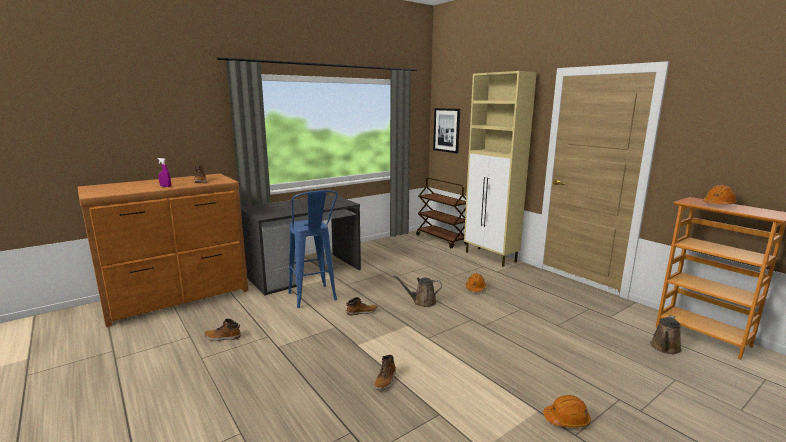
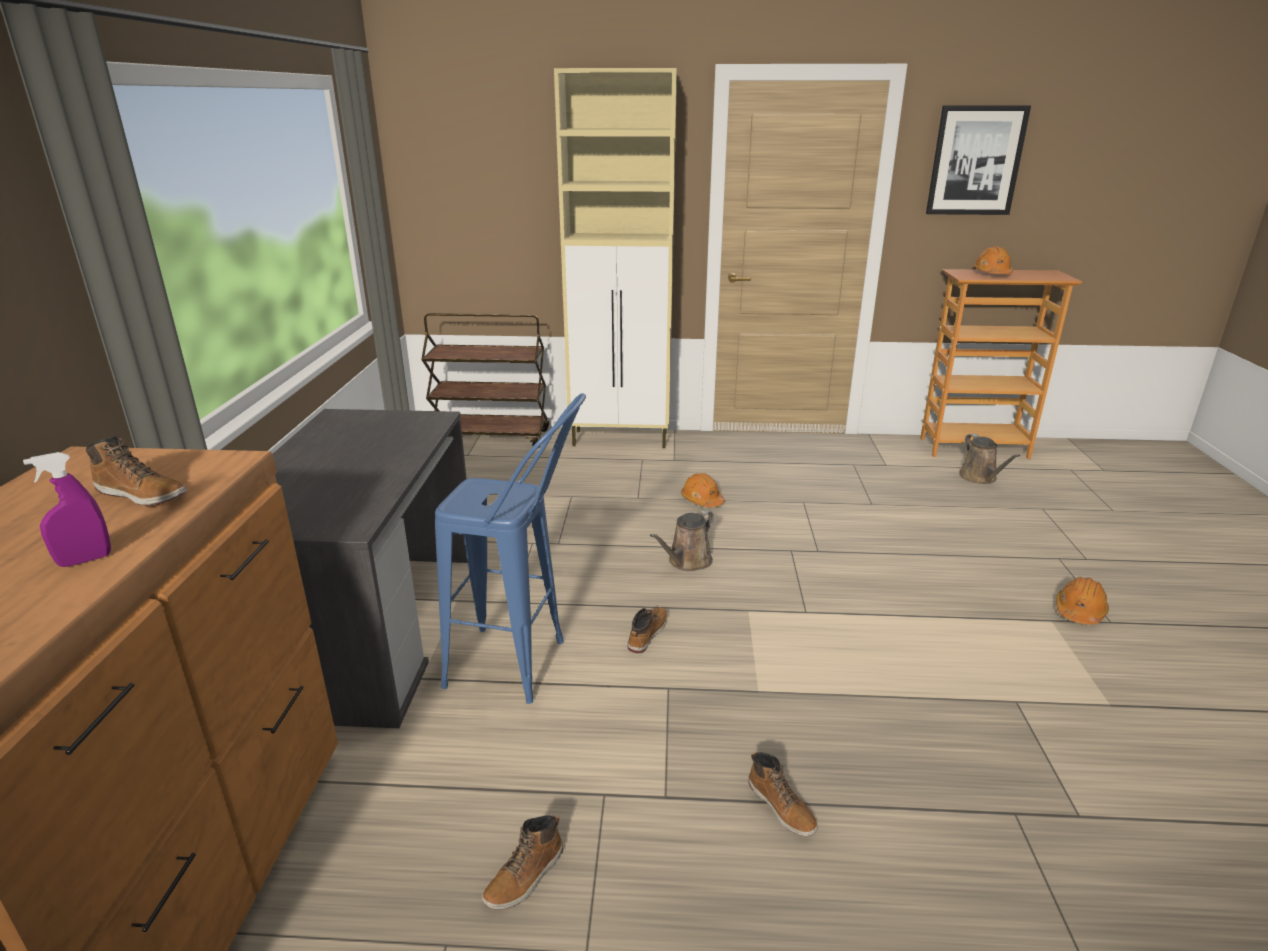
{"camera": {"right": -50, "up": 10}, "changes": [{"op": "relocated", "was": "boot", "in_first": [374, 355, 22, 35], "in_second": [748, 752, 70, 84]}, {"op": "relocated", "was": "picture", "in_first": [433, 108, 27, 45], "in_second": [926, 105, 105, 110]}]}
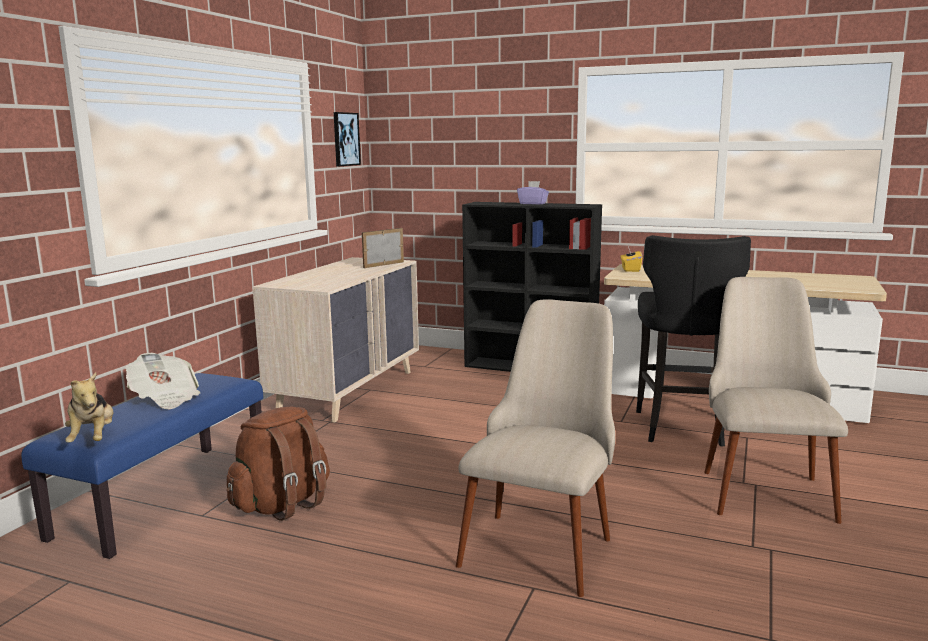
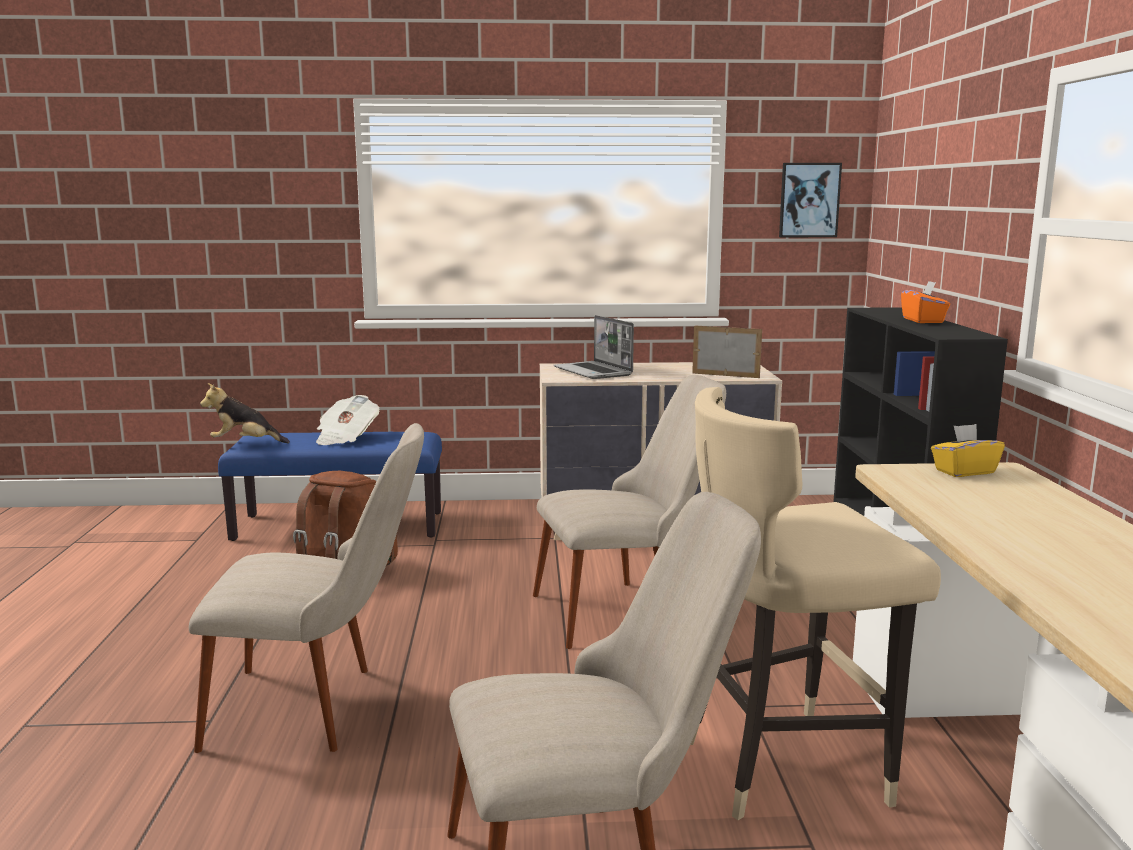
{"camera": {"right": 65, "up": 0}, "changes": [{"op": "spun", "was": "plush toy", "in_first": [65, 372, 48, 71], "in_second": [200, 383, 90, 60], "clockwise": 45}, {"op": "colour", "was": "purple tissue box", "now": "orange tissue box", "in_first": [517, 181, 32, 24], "in_second": [901, 281, 49, 42]}, {"op": "colour", "was": "black stool", "now": "beige stool", "in_first": [636, 235, 115, 212], "in_second": [690, 387, 251, 433]}, {"op": "appeared", "now": "beige chair", "in_second": [533, 375, 193, 274]}, {"op": "appeared", "now": "laptop", "in_second": [554, 315, 80, 64]}]}
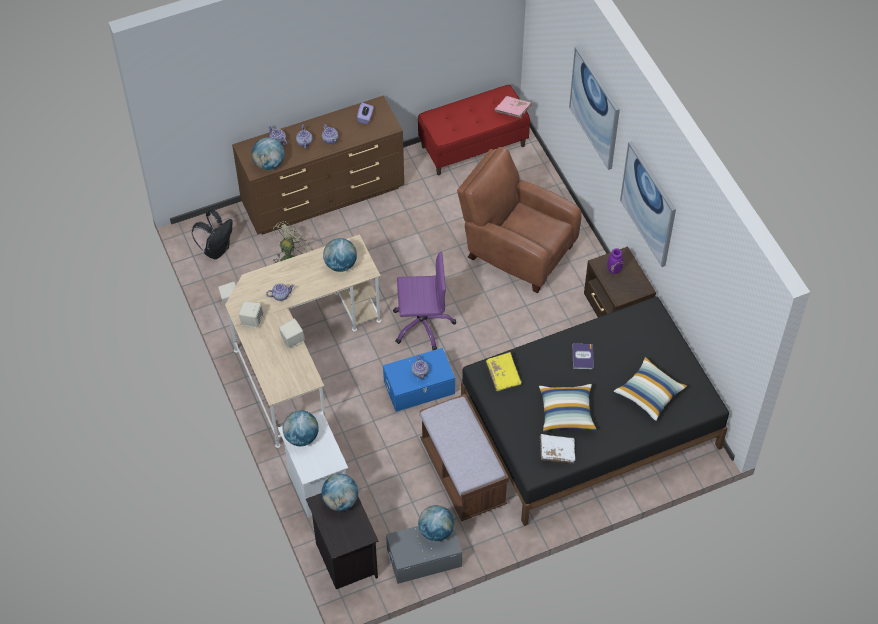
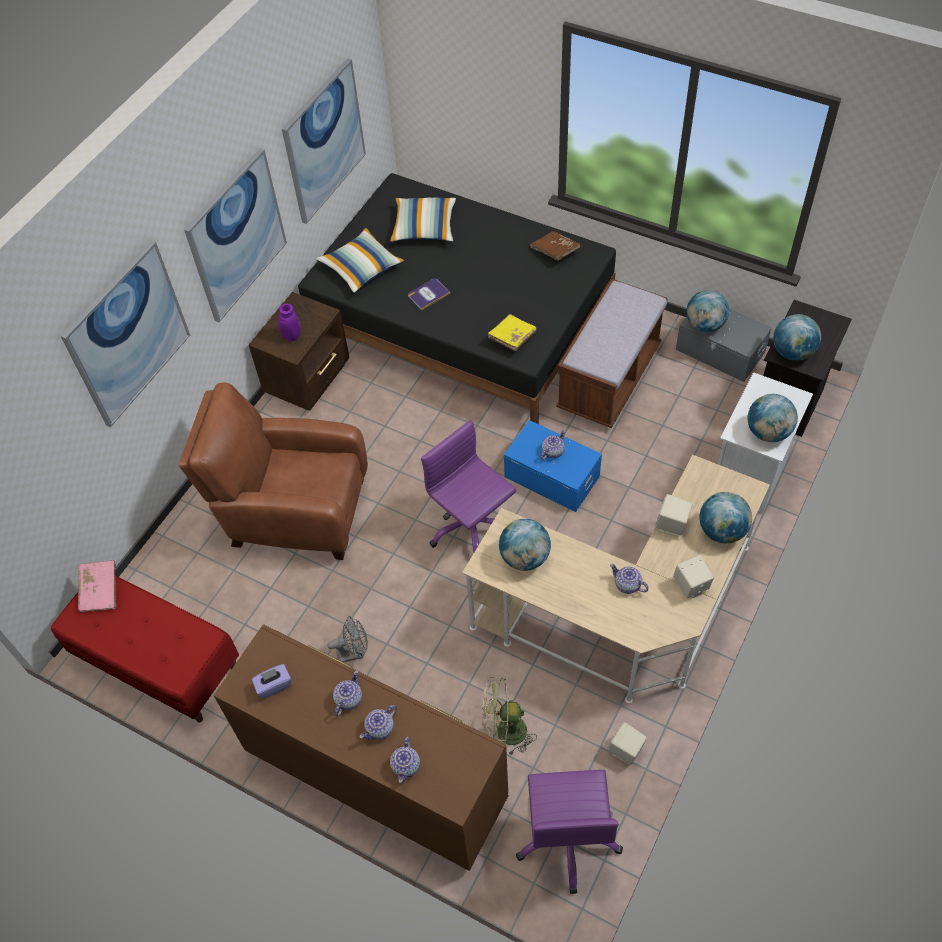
{"camera": {"right": -125, "up": 0}, "changes": [{"op": "exchanged", "was": "black backpack", "now": "purple office chair", "in_first": [192, 209, 41, 50], "in_second": [516, 770, 107, 124]}, {"op": "relocated", "was": "globe", "in_first": [252, 137, 33, 33], "in_second": [699, 492, 53, 52]}, {"op": "spun", "was": "brown armchair", "in_first": [457, 147, 125, 146], "in_second": [179, 382, 189, 178], "clockwise": 105}, {"op": "relocated", "was": "pillow", "in_first": [539, 384, 58, 48], "in_second": [316, 228, 89, 65]}, {"op": "colour", "was": "white book", "now": "brown book", "in_first": [540, 434, 35, 30], "in_second": [530, 231, 50, 30]}, {"op": "appeared", "now": "picture", "in_second": [282, 58, 84, 166]}, {"op": "appeared", "now": "grey fan", "in_second": [327, 616, 41, 46]}]}
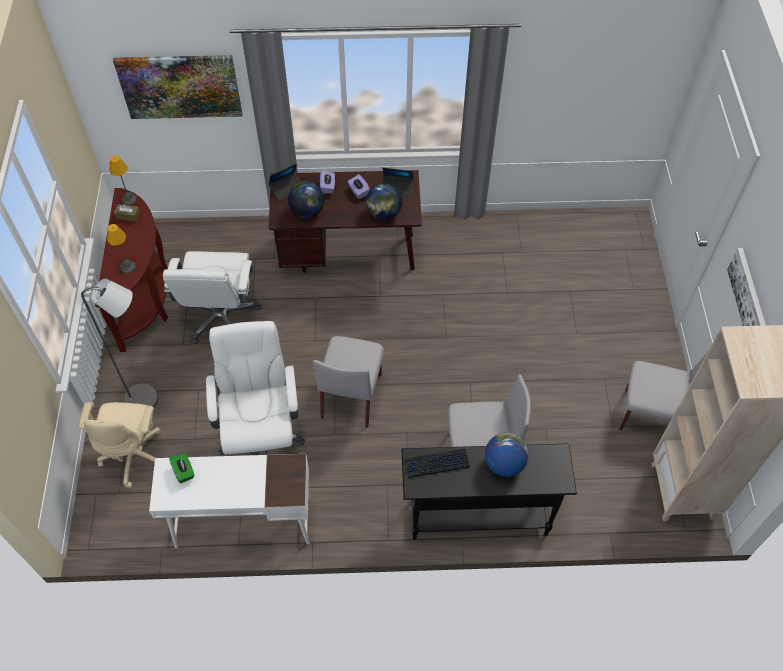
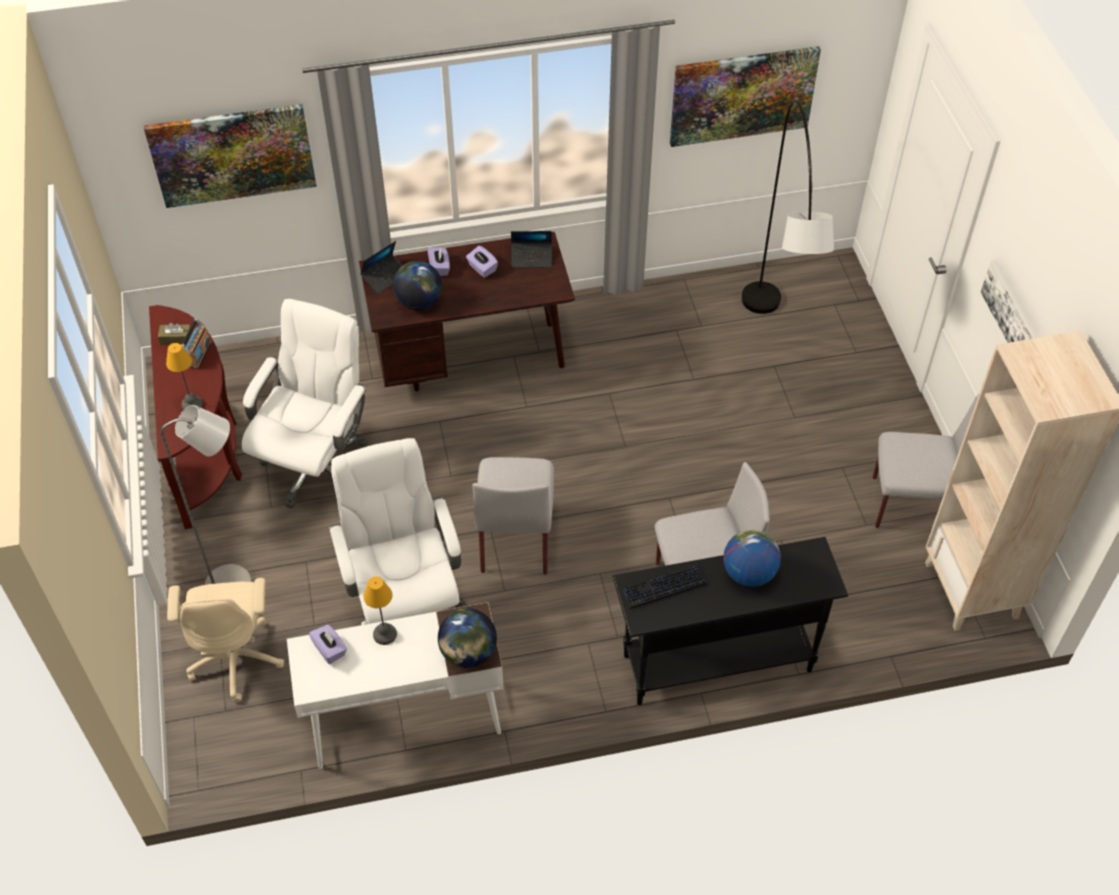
{"camera": {"right": -10, "up": -5}, "changes": [{"op": "relocated", "was": "table lamp", "in_first": [109, 155, 28, 51], "in_second": [363, 576, 34, 69]}, {"op": "spun", "was": "white office chair", "in_first": [163, 251, 99, 93], "in_second": [242, 299, 126, 210], "clockwise": -150}, {"op": "colour", "was": "green tissue box", "now": "purple tissue box", "in_first": [169, 453, 25, 30], "in_second": [309, 625, 38, 39]}, {"op": "relocated", "was": "globe", "in_first": [366, 183, 36, 37], "in_second": [438, 608, 59, 60]}, {"op": "appeared", "now": "radio", "in_second": [181, 318, 31, 51]}, {"op": "appeared", "now": "picture", "in_second": [670, 46, 151, 101]}, {"op": "appeared", "now": "grey floor lamp", "in_second": [741, 100, 93, 214]}]}
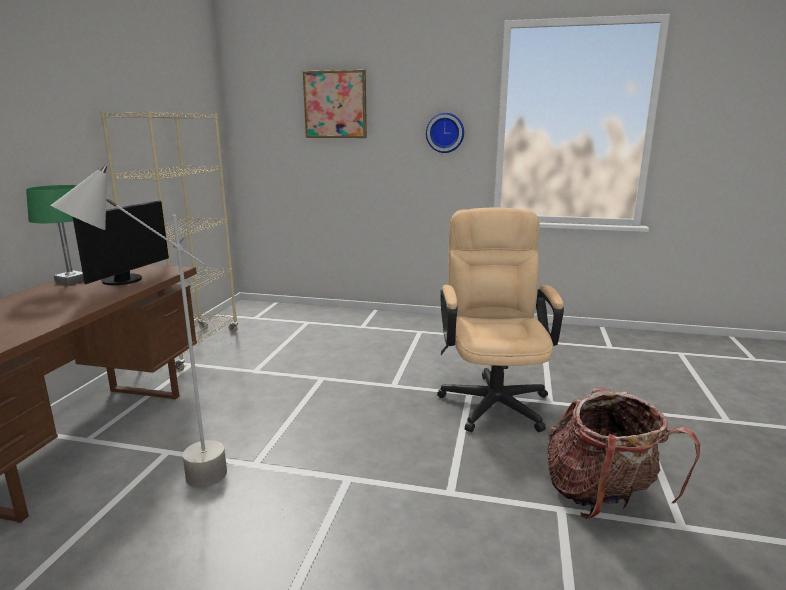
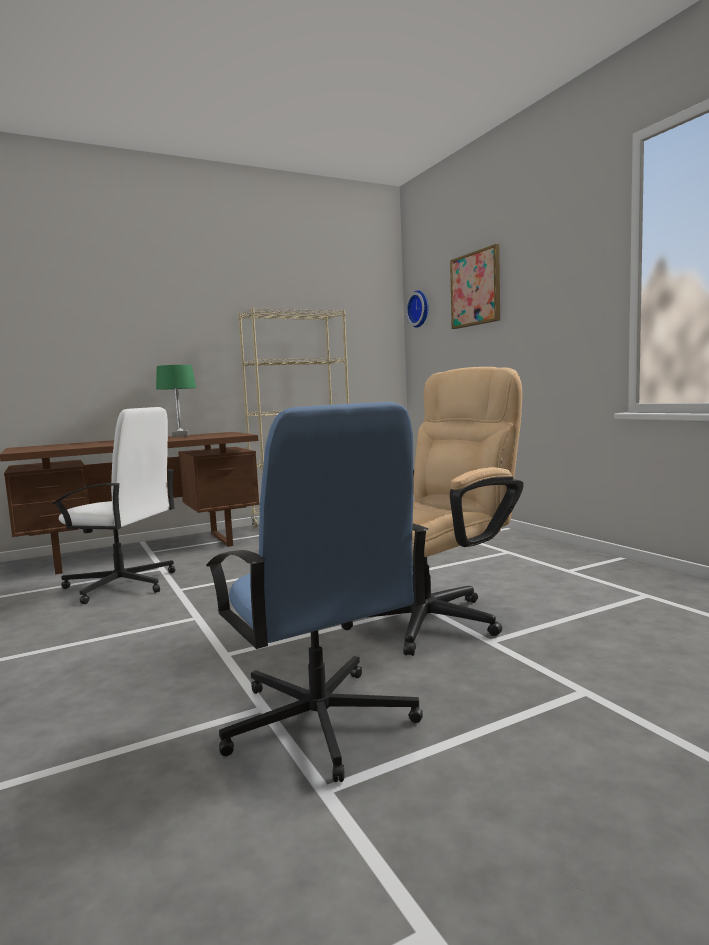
{"camera": {"right": 50, "up": -10}, "changes": [{"op": "exchanged", "was": "grey floor lamp", "now": "white office chair", "in_first": [51, 165, 176, 322], "in_second": [52, 407, 123, 197]}, {"op": "missing", "was": "monitor", "in_first": [72, 200, 97, 85]}, {"op": "relocated", "was": "wall clock", "in_first": [426, 113, 38, 40], "in_second": [406, 290, 23, 38]}, {"op": "exchanged", "was": "backpack", "now": "blue office chair", "in_first": [547, 387, 153, 132], "in_second": [206, 402, 222, 380]}]}
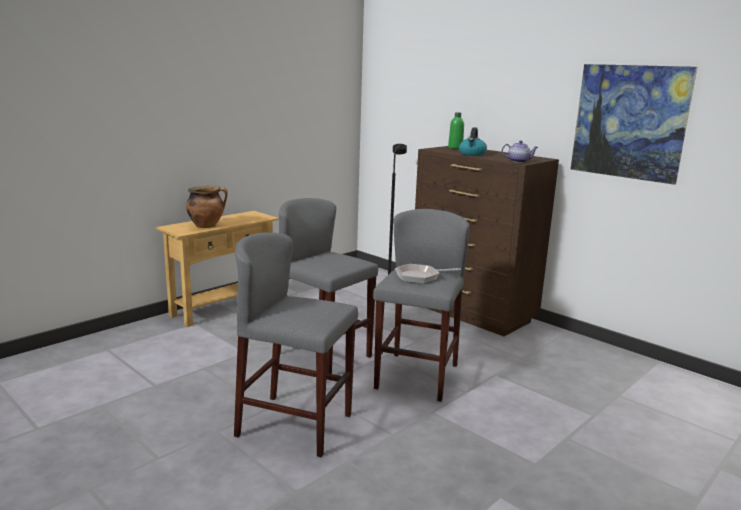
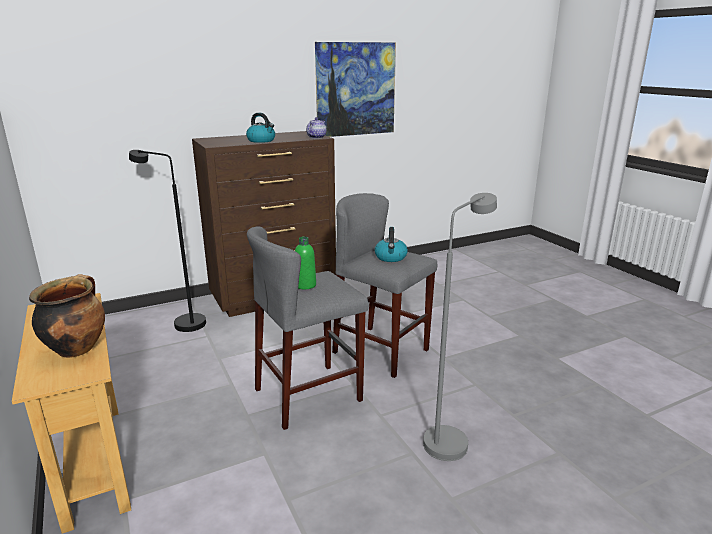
{"camera": {"right": -70, "up": 5}, "changes": [{"op": "exchanged", "was": "grey stool", "now": "grey floor lamp", "in_first": [234, 232, 124, 225], "in_second": [423, 193, 74, 268]}, {"op": "exchanged", "was": "frying pan", "now": "kettle", "in_first": [395, 264, 66, 20], "in_second": [375, 227, 33, 35]}, {"op": "relocated", "was": "green bottle", "in_first": [448, 112, 16, 37], "in_second": [295, 236, 21, 53]}]}
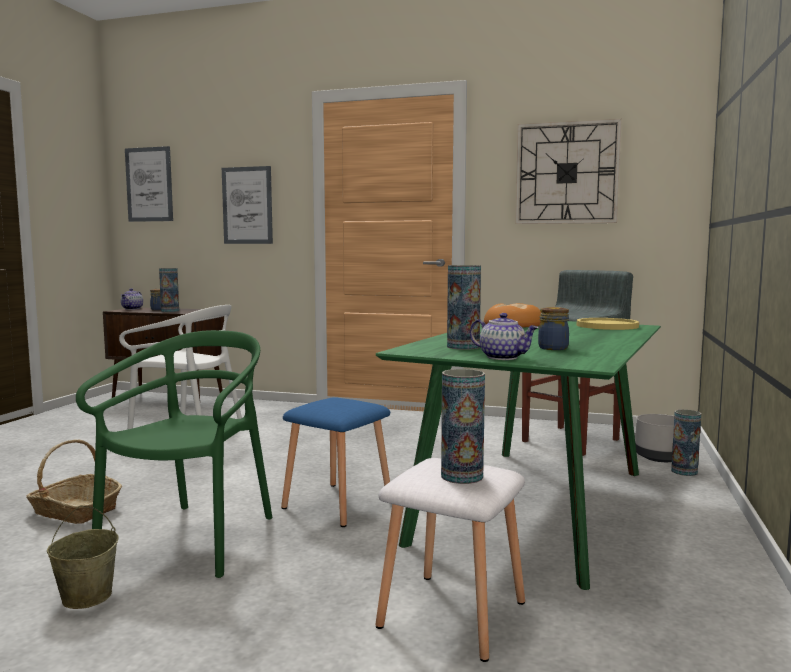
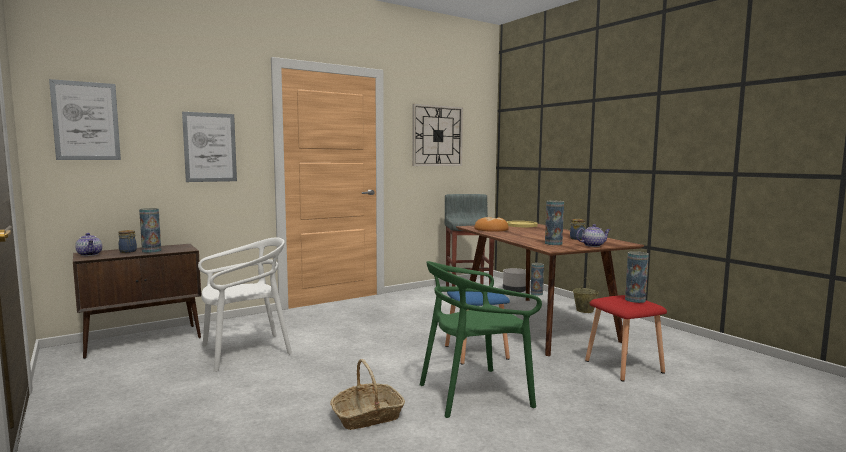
{"camera": {"right": -50, "up": 0}, "changes": [{"op": "relocated", "was": "beige bucket", "in_first": [47, 505, 71, 104], "in_second": [573, 277, 26, 36]}, {"op": "spun", "was": "green chair", "in_first": [76, 330, 197, 248], "in_second": [420, 261, 122, 157], "clockwise": -75}, {"op": "colour", "was": "white stool", "now": "red stool", "in_first": [375, 458, 150, 204], "in_second": [585, 295, 82, 87]}, {"op": "colour", "was": "green dining table", "now": "brown dining table", "in_first": [376, 321, 285, 269], "in_second": [456, 224, 188, 132]}]}
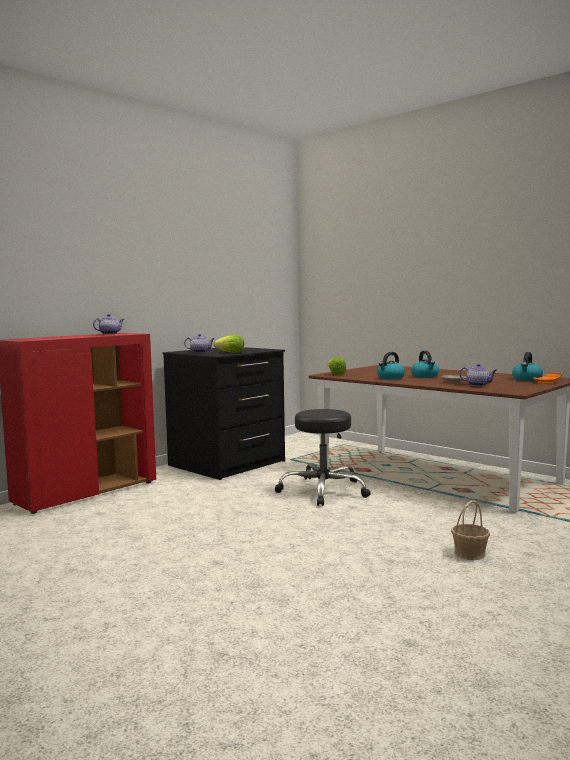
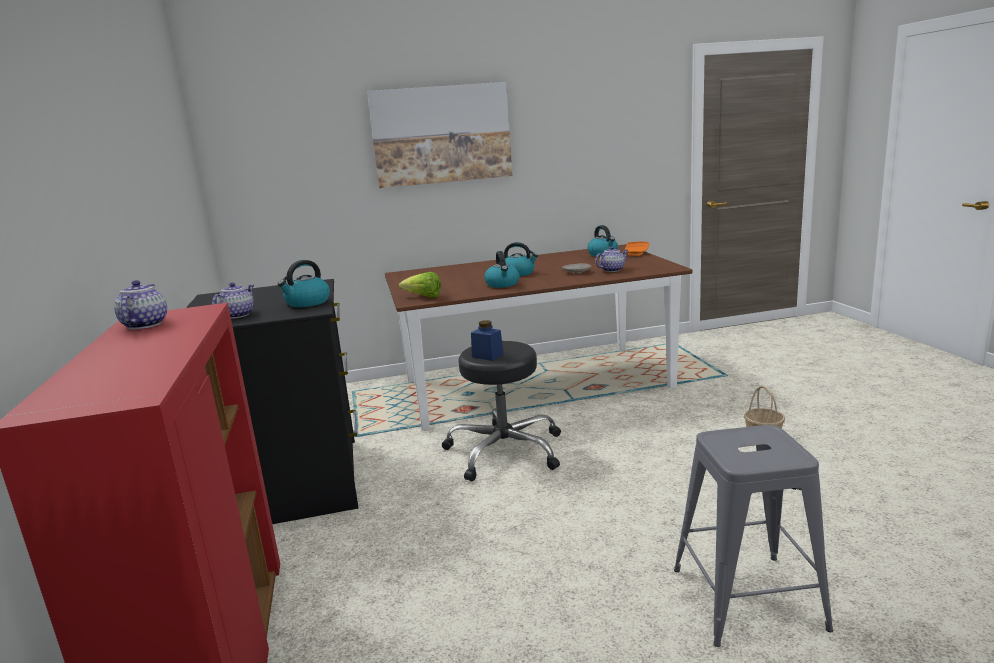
{"camera": {"right": -55, "up": 10}, "changes": [{"op": "exchanged", "was": "lettuce", "now": "kettle", "in_first": [214, 335, 30, 18], "in_second": [277, 260, 53, 47]}, {"op": "appeared", "now": "picture", "in_second": [367, 82, 145, 106]}, {"op": "appeared", "now": "blue jar", "in_second": [471, 320, 33, 41]}, {"op": "appeared", "now": "grey stool", "in_second": [674, 425, 159, 222]}]}
